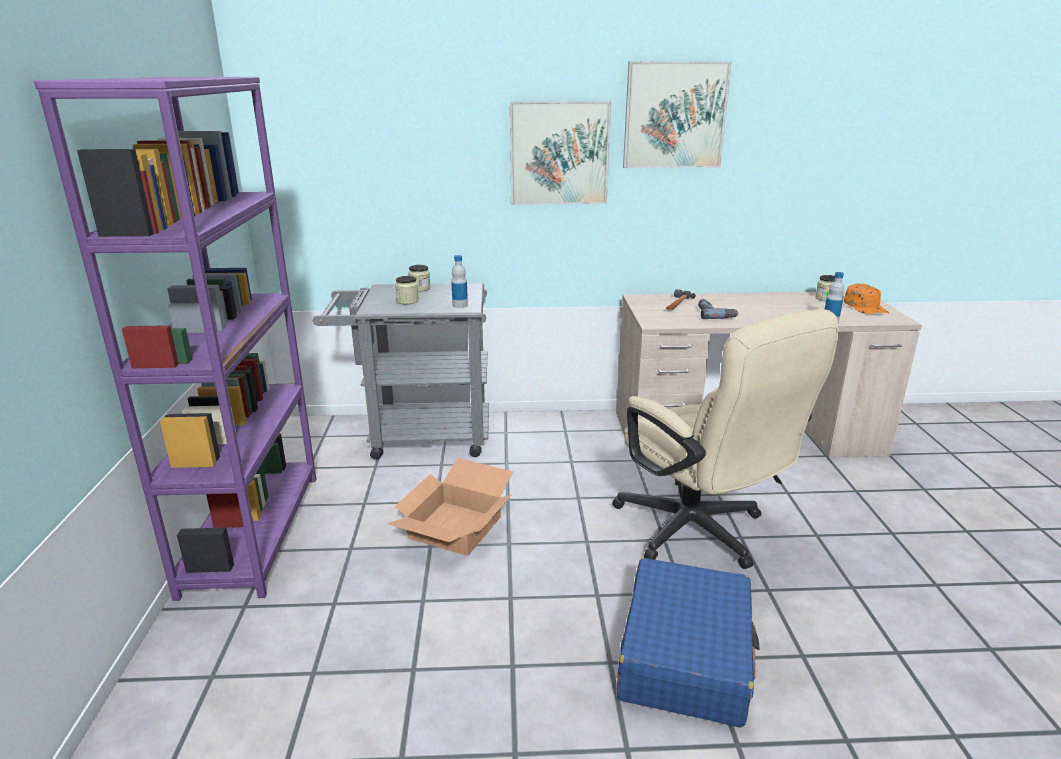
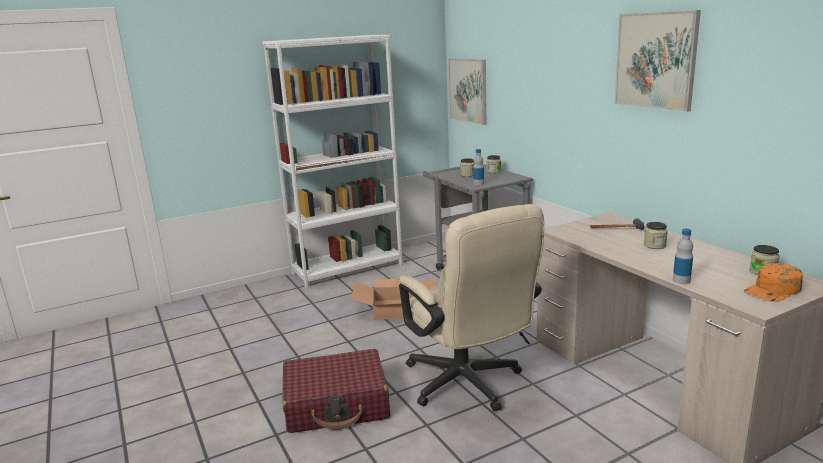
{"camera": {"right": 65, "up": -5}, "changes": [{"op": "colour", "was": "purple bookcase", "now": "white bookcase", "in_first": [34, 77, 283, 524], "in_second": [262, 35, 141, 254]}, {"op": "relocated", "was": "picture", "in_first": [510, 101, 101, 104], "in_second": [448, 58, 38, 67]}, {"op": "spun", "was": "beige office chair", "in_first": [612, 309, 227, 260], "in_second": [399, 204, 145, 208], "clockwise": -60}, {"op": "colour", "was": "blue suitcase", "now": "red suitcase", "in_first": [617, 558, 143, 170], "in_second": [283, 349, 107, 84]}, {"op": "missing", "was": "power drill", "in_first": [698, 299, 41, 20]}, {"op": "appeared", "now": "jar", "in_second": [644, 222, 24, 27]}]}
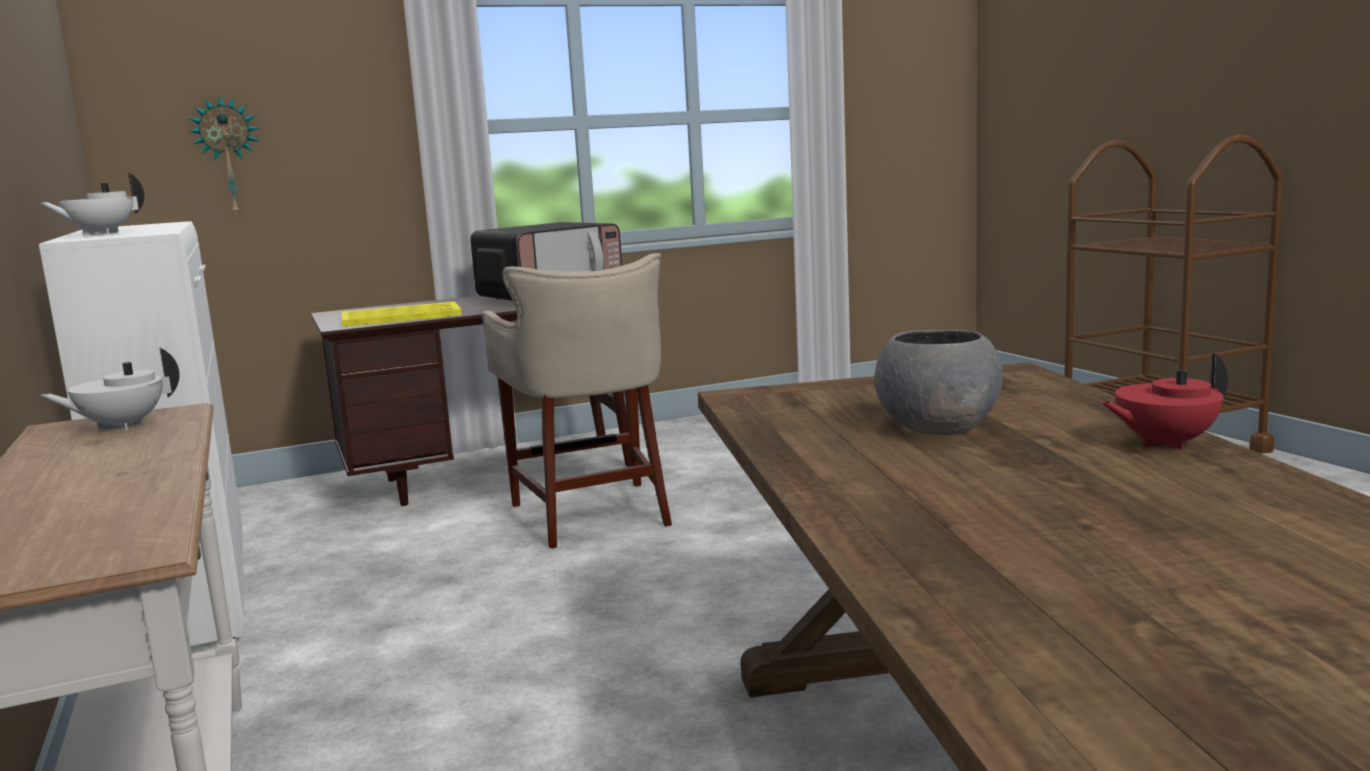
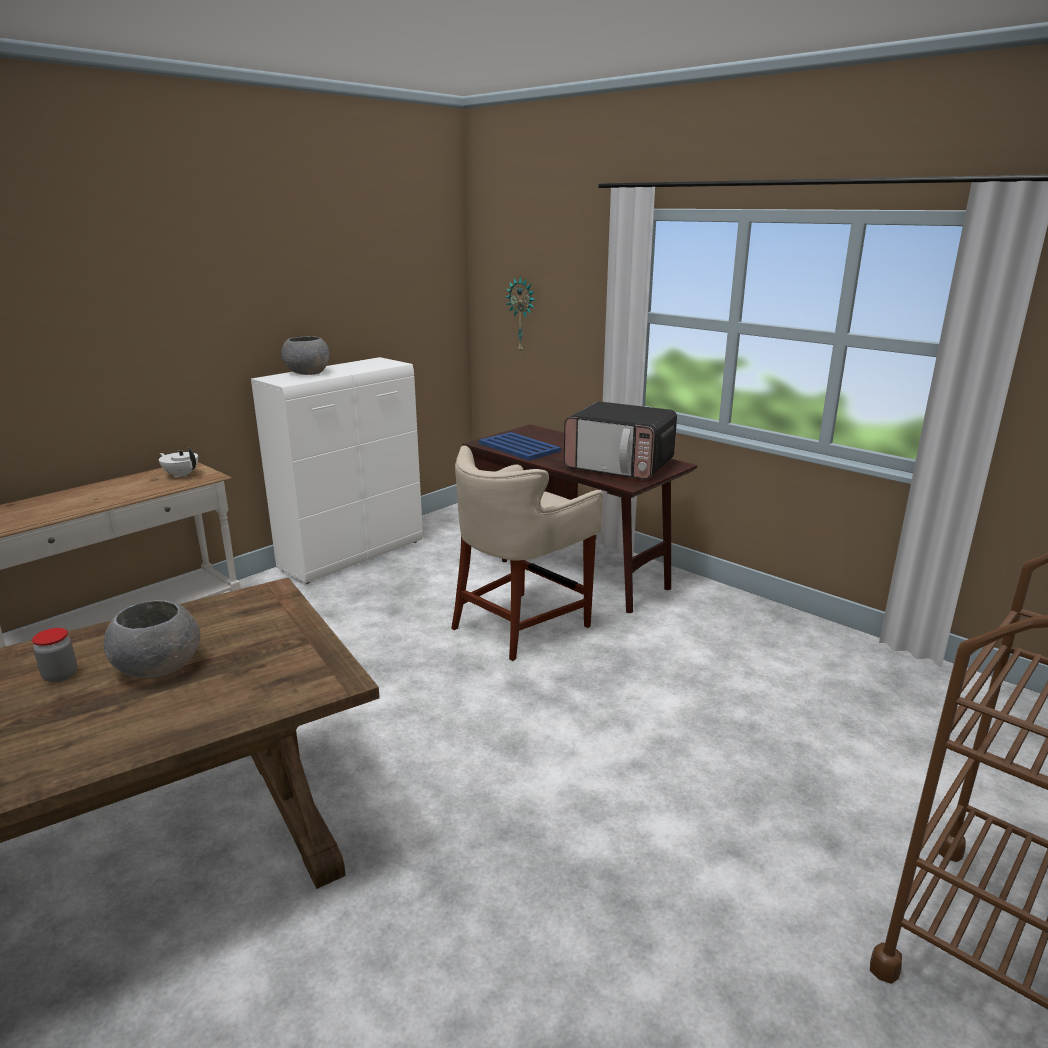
{"camera": {"right": 65, "up": 10}, "changes": [{"op": "exchanged", "was": "white teapot", "now": "grey bowl", "in_first": [40, 173, 104, 62], "in_second": [281, 336, 49, 39]}, {"op": "colour", "was": "yellow tray", "now": "blue tray", "in_first": [342, 301, 120, 26], "in_second": [479, 432, 82, 29]}, {"op": "missing", "was": "red teapot", "in_first": [1101, 353, 127, 97]}, {"op": "appeared", "now": "jar", "in_second": [32, 628, 45, 54]}]}
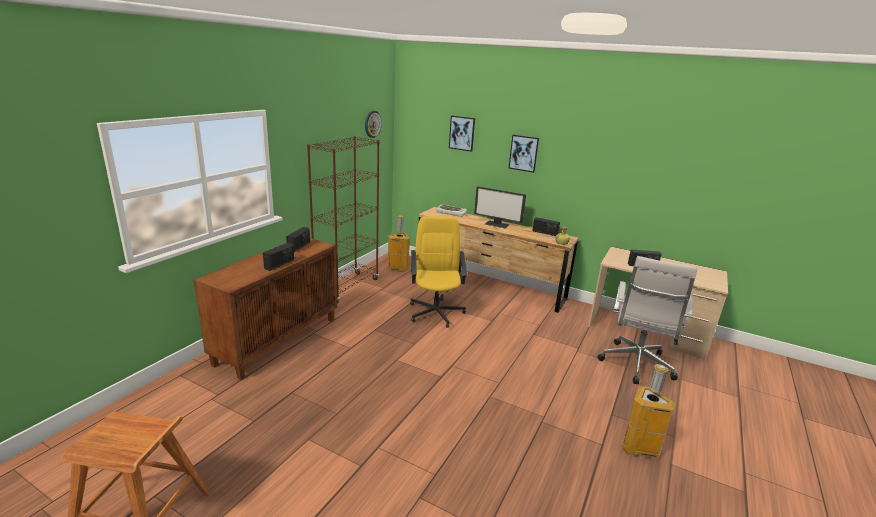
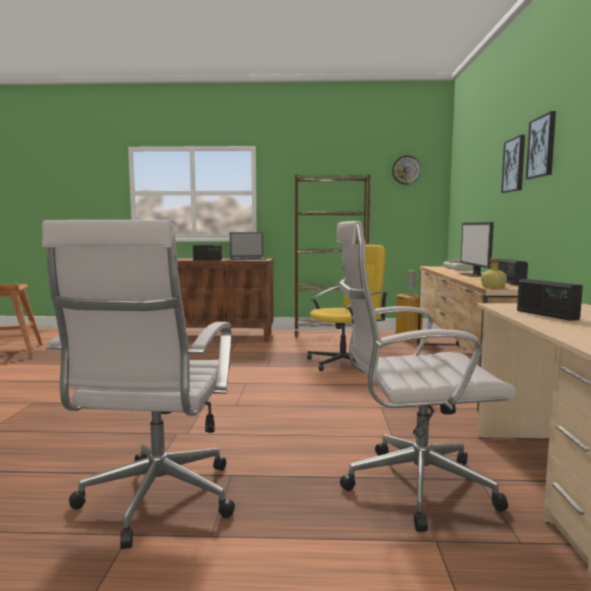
{"camera": {"right": 65, "up": -15}, "changes": [{"op": "exchanged", "was": "radio", "now": "laptop", "in_first": [286, 227, 24, 25], "in_second": [230, 232, 36, 28]}, {"op": "relocated", "was": "picture", "in_first": [449, 116, 26, 36], "in_second": [526, 111, 30, 68]}, {"op": "exchanged", "was": "trash can", "now": "white office chair", "in_first": [621, 364, 55, 95], "in_second": [42, 220, 193, 329]}]}
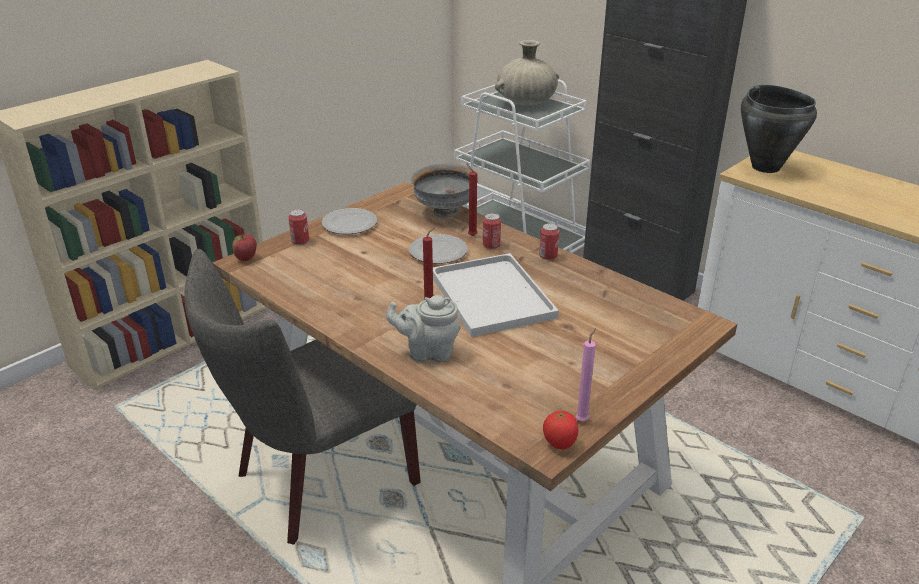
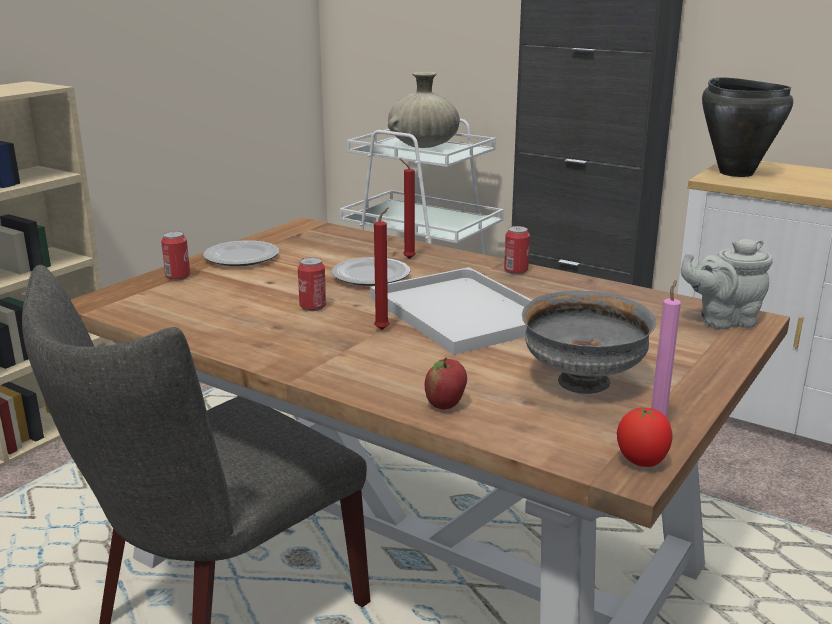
{"camera": {"right": -10, "up": -10}, "changes": [{"op": "relocated", "was": "apple", "in_first": [232, 234, 25, 27], "in_second": [425, 357, 42, 53]}, {"op": "relocated", "was": "grey teapot", "in_first": [386, 295, 75, 68], "in_second": [681, 239, 92, 90]}, {"op": "relocated", "was": "grey bowl", "in_first": [411, 164, 68, 54], "in_second": [522, 290, 134, 104]}, {"op": "relocated", "was": "can", "in_first": [483, 213, 18, 36], "in_second": [298, 257, 28, 54]}]}
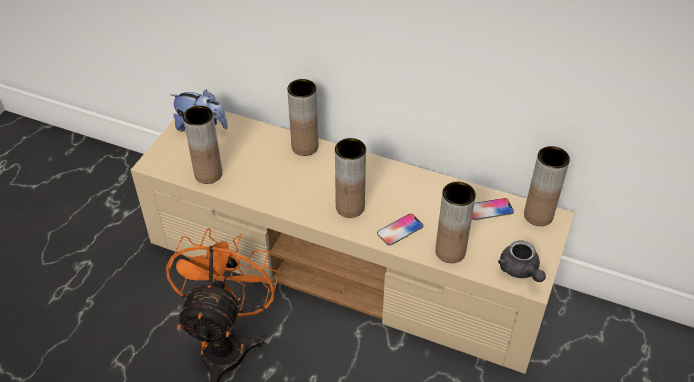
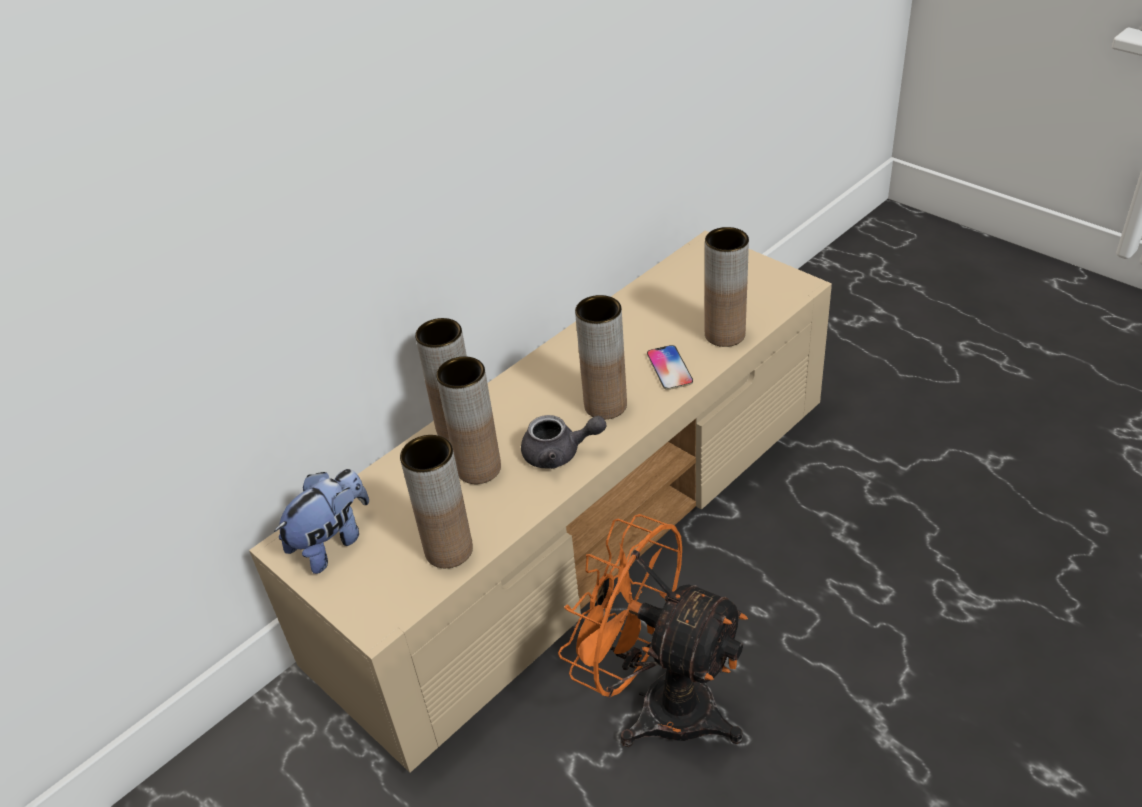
{"camera": {"right": -65, "up": -5}, "changes": [{"op": "missing", "was": "phone", "in_first": [472, 198, 42, 22]}, {"op": "relocated", "was": "grey teapot", "in_first": [498, 240, 48, 42], "in_second": [521, 415, 86, 54]}, {"op": "relocated", "was": "brown vase", "in_first": [524, 146, 46, 80], "in_second": [436, 356, 65, 128]}]}
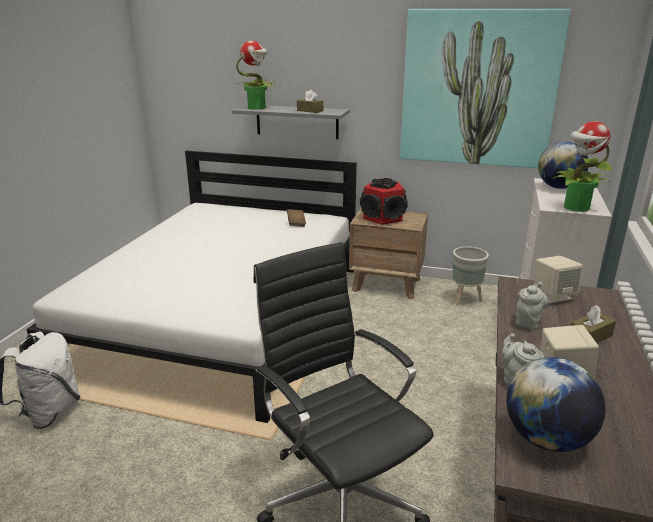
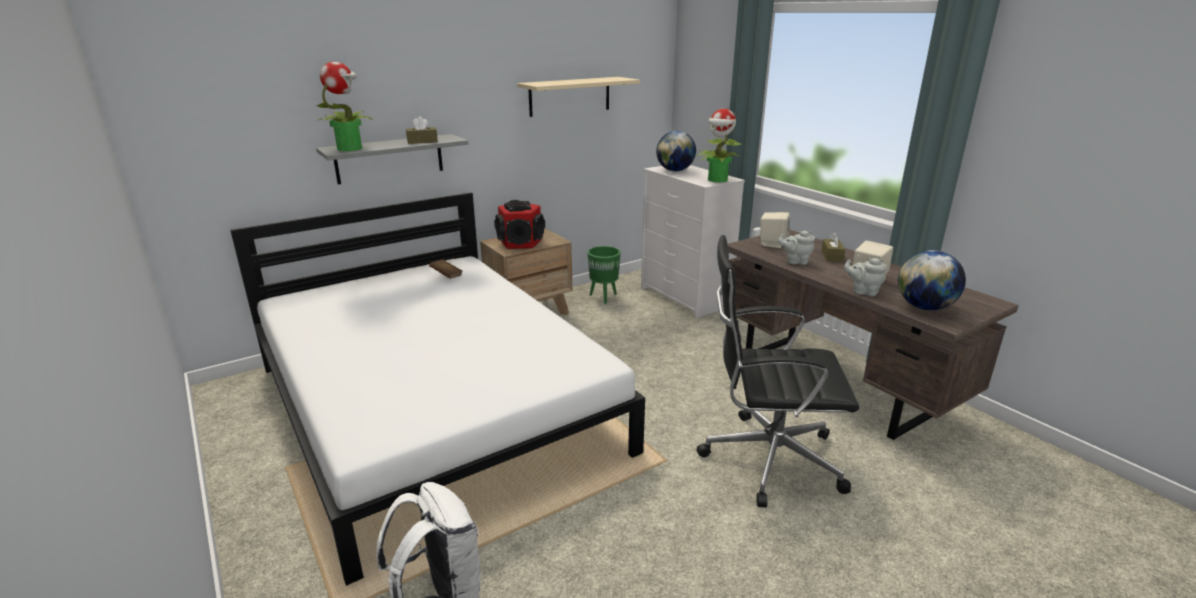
{"camera": {"right": -50, "up": 0}, "changes": [{"op": "exchanged", "was": "picture", "now": "beige shelf", "in_first": [400, 9, 171, 159], "in_second": [517, 77, 123, 40]}, {"op": "colour", "was": "grey planter", "now": "green planter", "in_first": [452, 247, 37, 59], "in_second": [587, 246, 34, 58]}, {"op": "spun", "was": "grey teapot", "in_first": [516, 282, 32, 48], "in_second": [778, 231, 37, 34], "clockwise": -60}]}
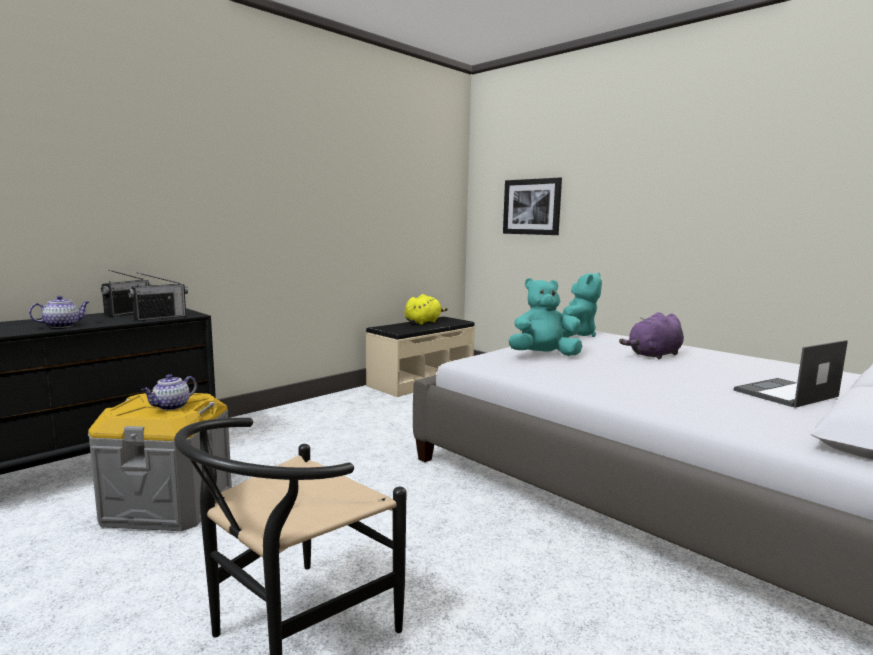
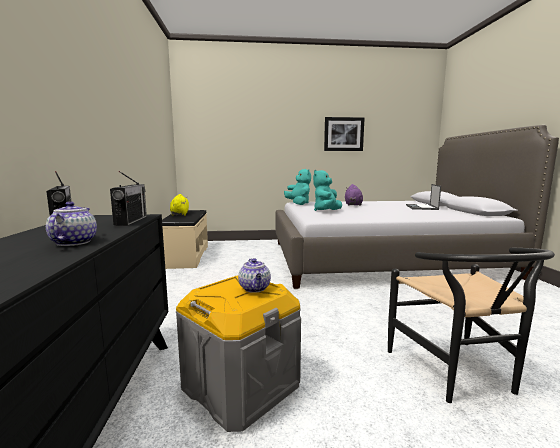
{"camera": {"right": -50, "up": 0}, "changes": [{"op": "relocated", "was": "picture", "in_first": [503, 178, 59, 57], "in_second": [324, 117, 41, 34]}]}
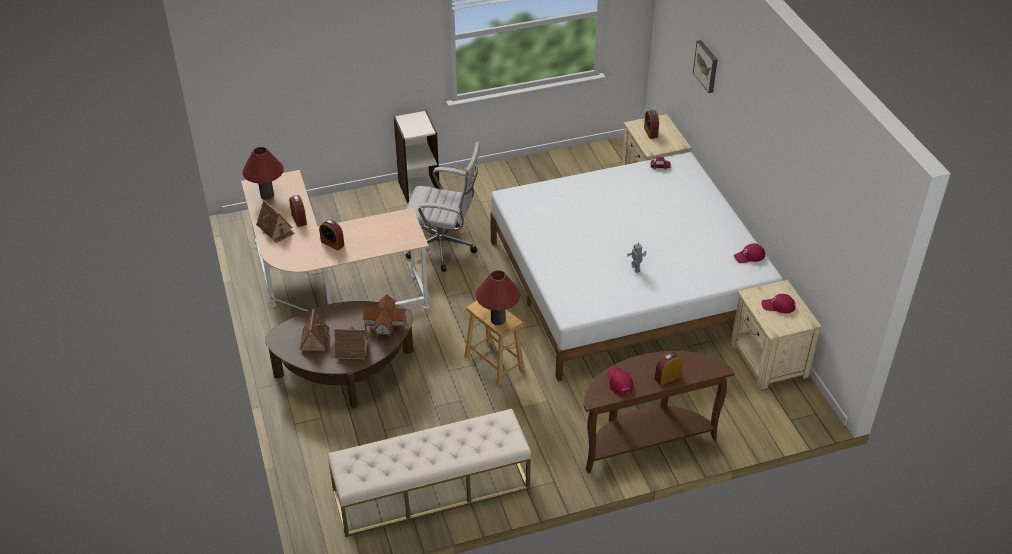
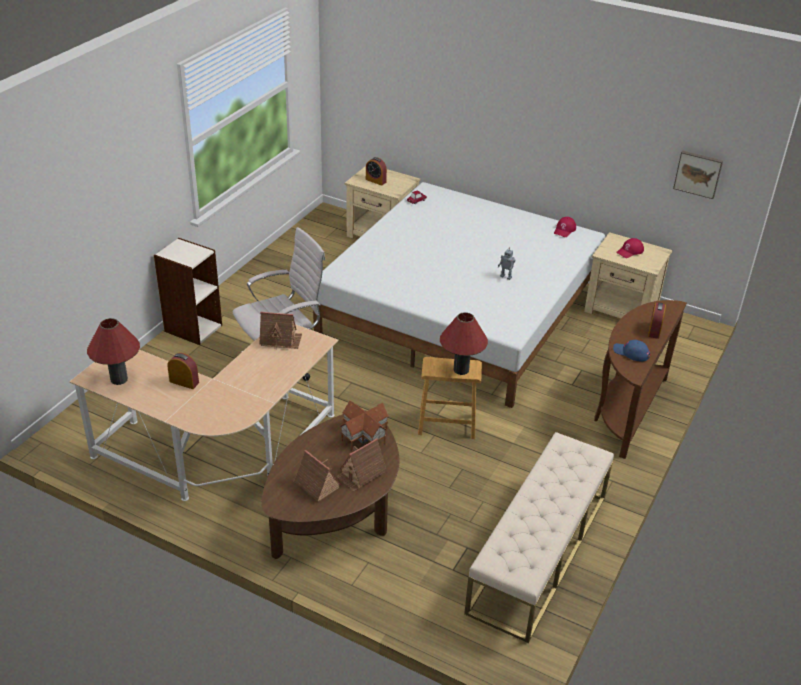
{"camera": {"right": -45, "up": -5}, "changes": [{"op": "relocated", "was": "toy house", "in_first": [256, 200, 39, 43], "in_second": [259, 311, 43, 38]}, {"op": "missing", "was": "alarm clock", "in_first": [319, 219, 25, 32]}, {"op": "colour", "was": "red cap", "now": "blue cap", "in_first": [607, 367, 27, 28], "in_second": [613, 340, 37, 21]}, {"op": "relocated", "was": "picture", "in_first": [693, 40, 24, 53], "in_second": [673, 151, 50, 48]}]}
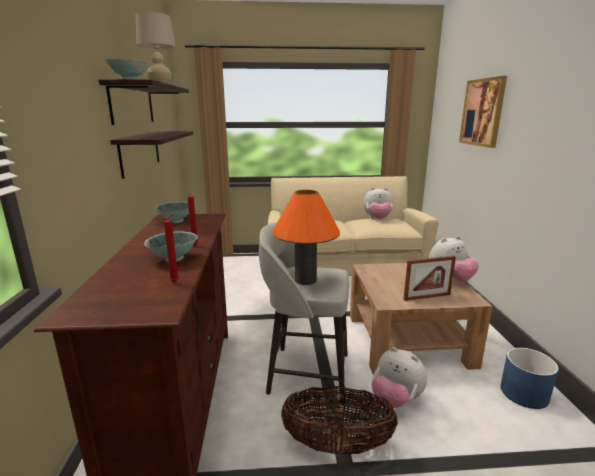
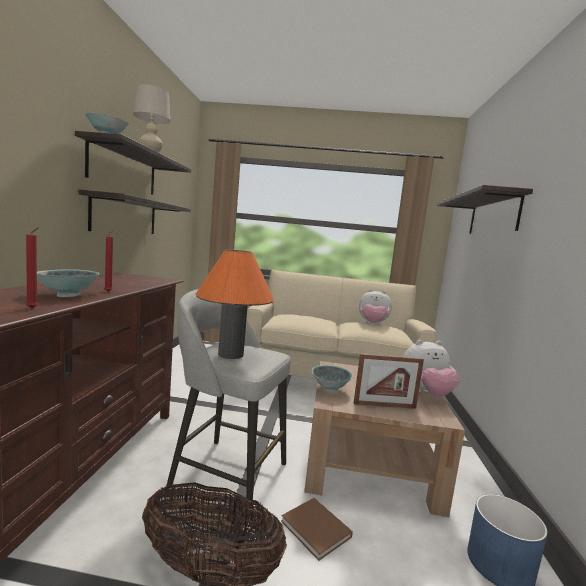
{"camera": {"right": 10, "up": -10}, "changes": [{"op": "relocated", "was": "bowl", "in_first": [155, 202, 34, 21], "in_second": [312, 365, 41, 28]}, {"op": "exchanged", "was": "plush toy", "now": "brown book", "in_first": [372, 347, 55, 61], "in_second": [281, 498, 72, 63]}, {"op": "exchanged", "was": "picture", "now": "shelf", "in_first": [459, 76, 48, 72], "in_second": [437, 185, 96, 49]}]}
